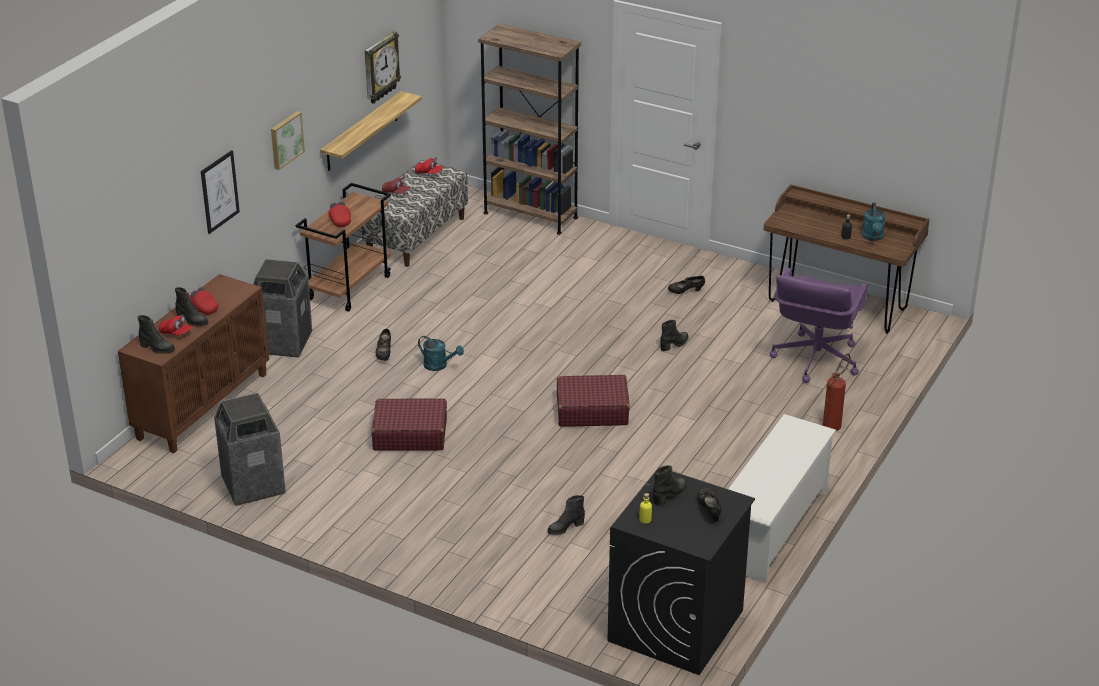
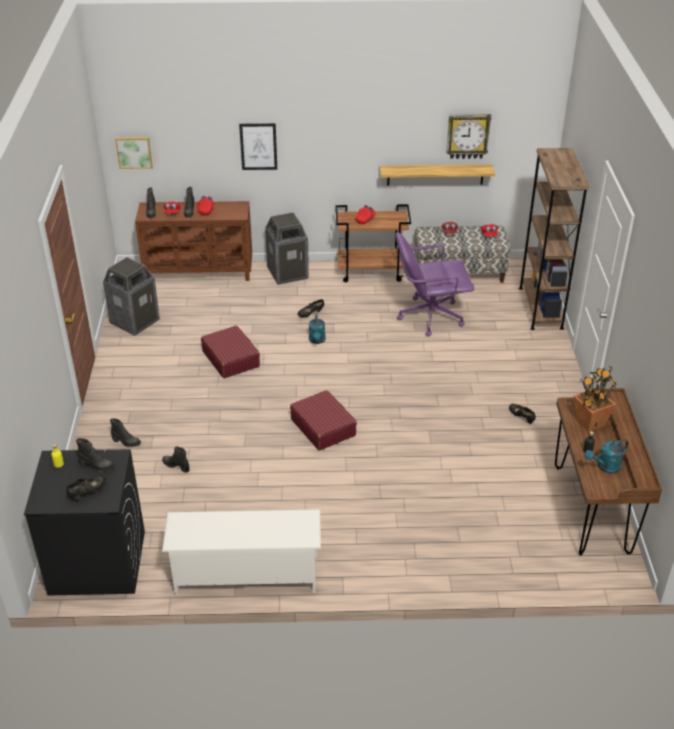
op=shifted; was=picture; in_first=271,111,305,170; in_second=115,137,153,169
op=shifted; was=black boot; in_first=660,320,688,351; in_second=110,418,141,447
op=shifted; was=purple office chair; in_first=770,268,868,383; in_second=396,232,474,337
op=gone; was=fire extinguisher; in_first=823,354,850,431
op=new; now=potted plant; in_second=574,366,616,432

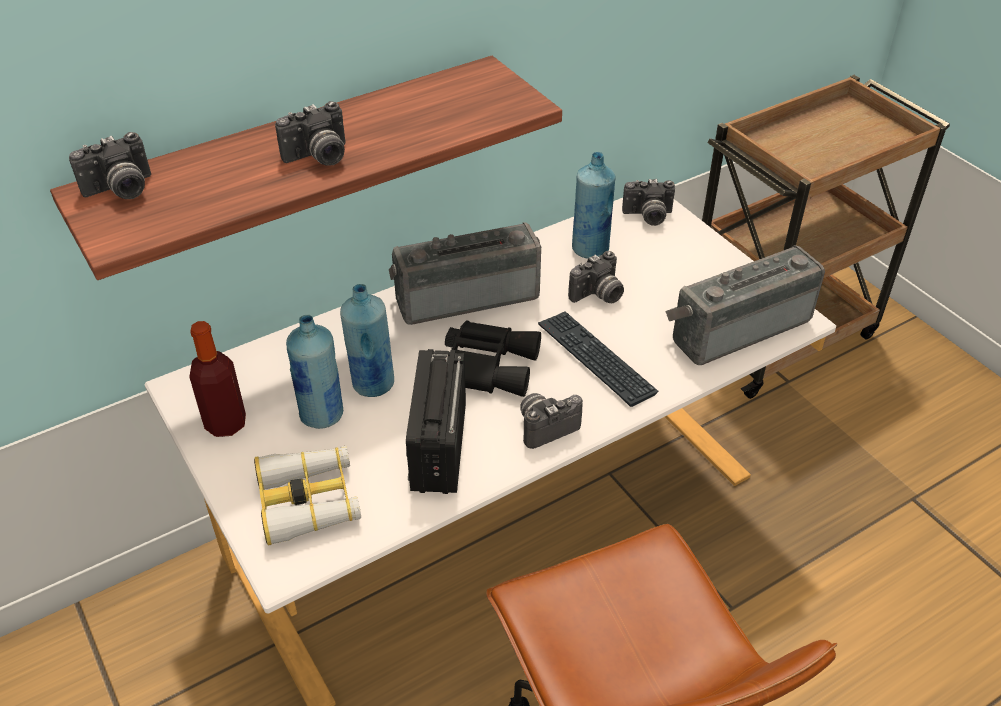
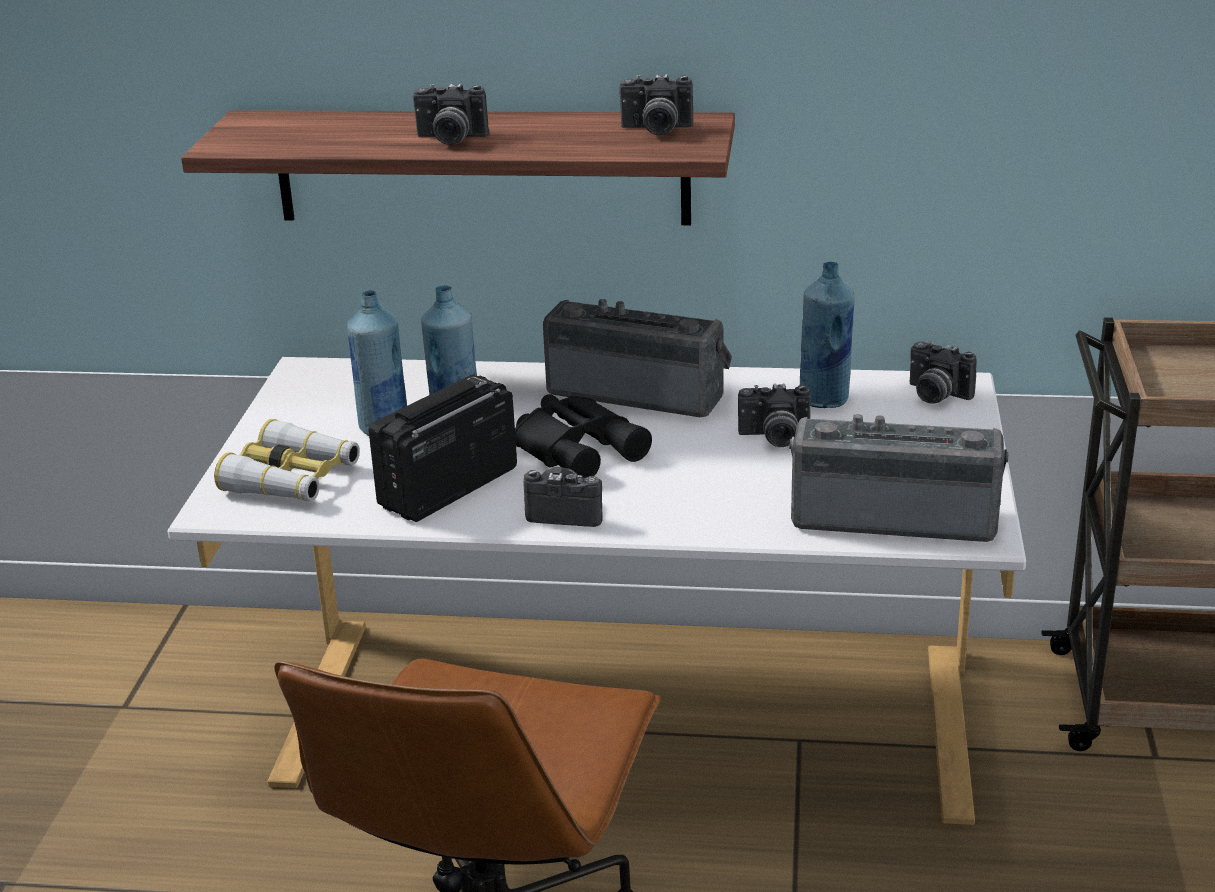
op=shifted; was=photo camera; in_first=69,132,151,199; in_second=619,74,693,135
op=gone; was=bottle; in_first=189,321,246,437
op=gone; was=keyboard; in_first=538,311,658,407

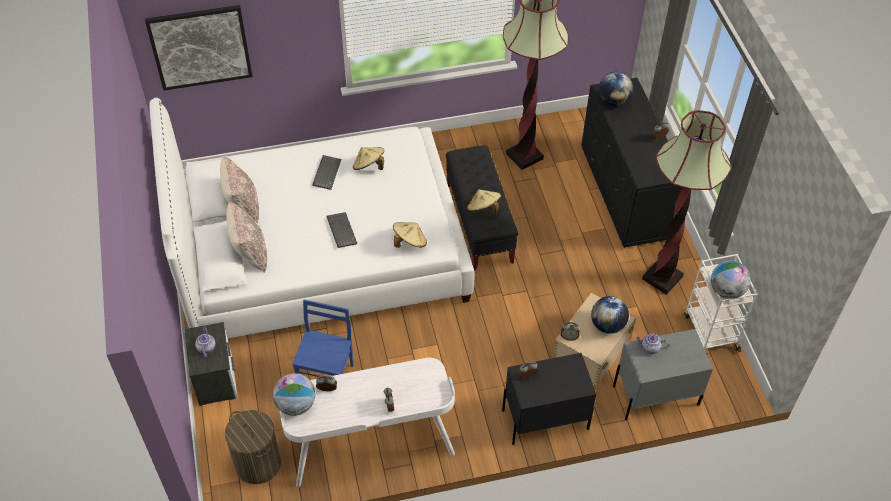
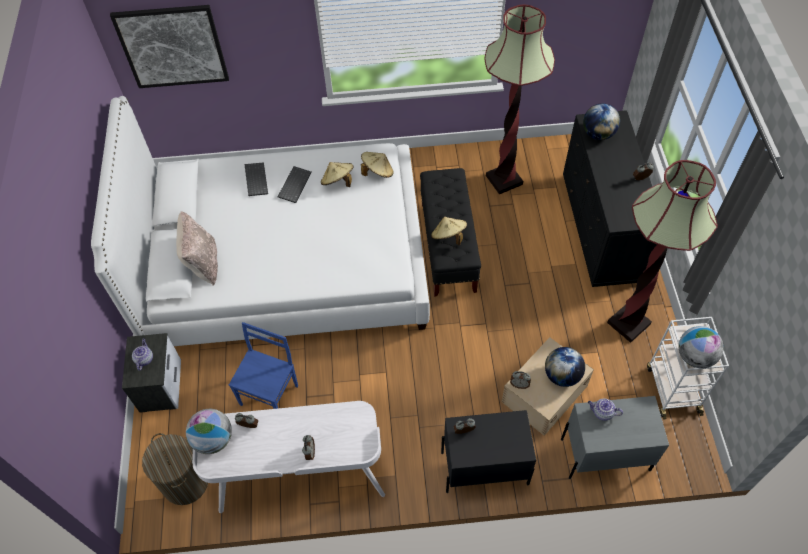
op=gone; was=beige pillow; in_first=220,156,259,223
op=shifted; was=keyboard; in_first=326,212,357,248; in_second=245,162,268,196
op=shifted; was=beige hat; in_first=393,222,427,248; in_second=361,152,394,178

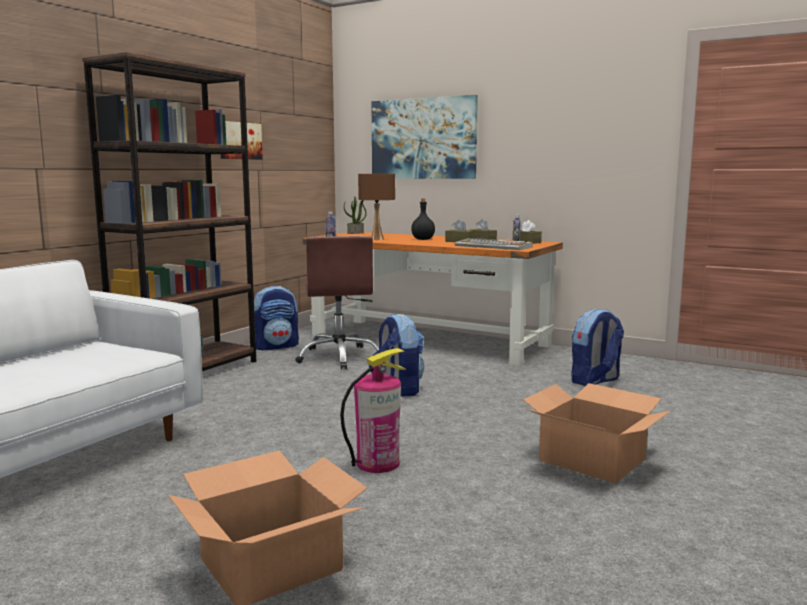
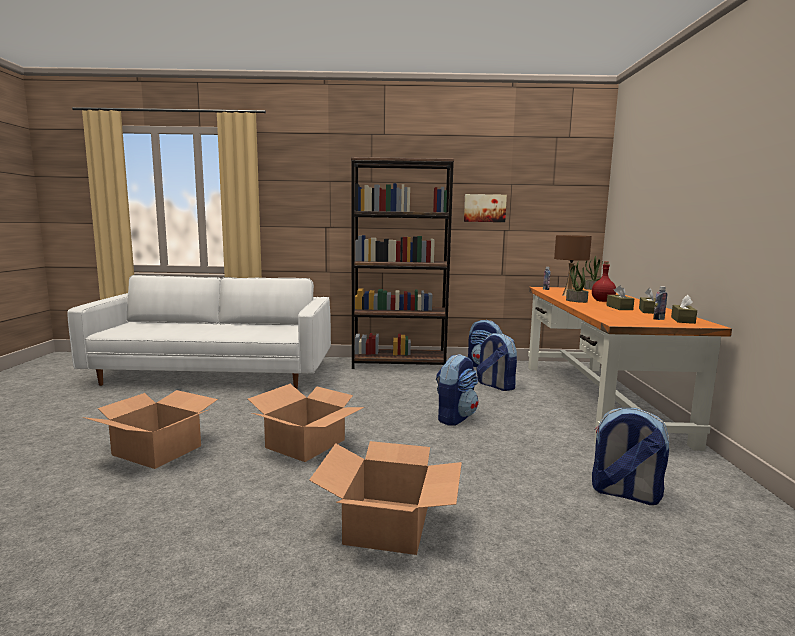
op=swapped; was=brown office chair; now=backpack; in_first=295,236,379,369; in_second=477,333,517,391
op=swapped; was=fire extinguisher; now=cardboard box; in_first=340,348,407,473; in_second=248,384,364,462
op=gone; was=picture; in_first=372,95,478,179
op=repainted; was=black bottle; now=red bottle; in_first=411,199,435,240; in_second=592,261,616,302
op=gone; was=keyboard; in_first=455,238,532,250
op=new; now=potted plant; in_second=566,261,588,303

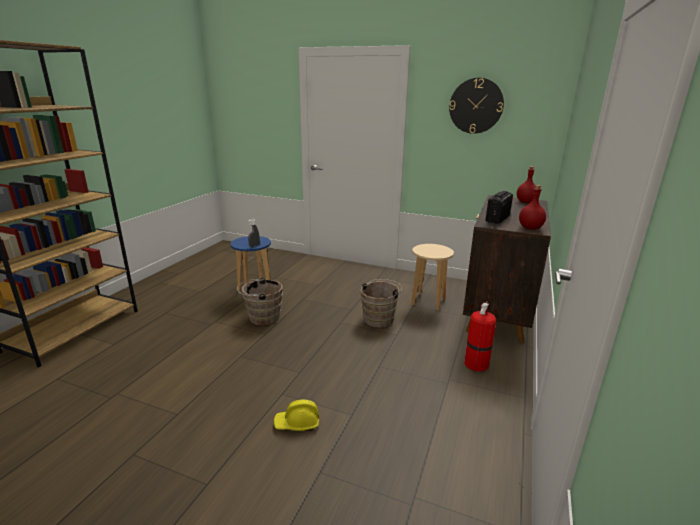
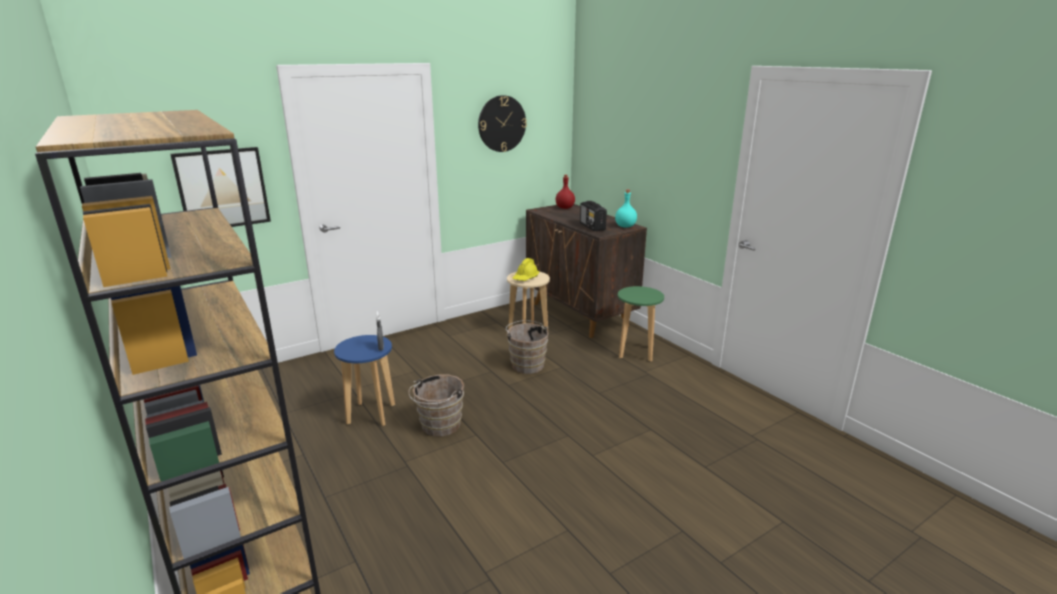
op=shifted; was=yellow hard hat; in_first=274,400,319,431; in_second=512,258,539,281
op=swapped; was=fire extinguisher; now=green stool; in_first=464,301,496,372; in_second=618,286,664,362
op=repainted; was=red bottle; now=turquoise bottle; in_first=519,185,546,230; in_second=615,190,637,228
op=new; now=picture; in_second=170,147,271,227

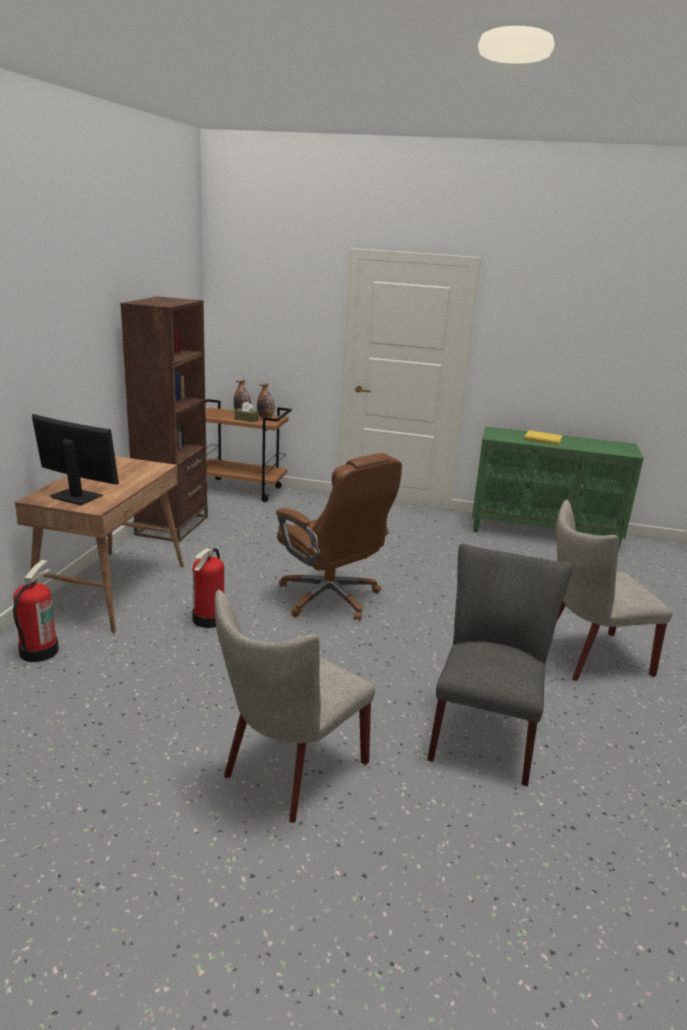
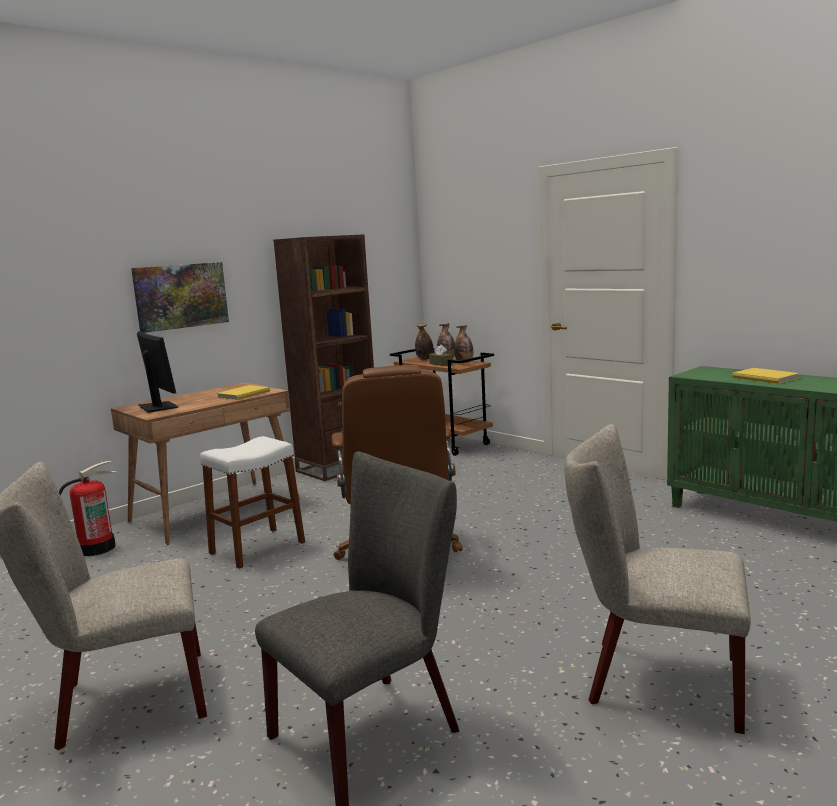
op=swapped; was=fire extinguisher; now=white stool; in_first=192,548,224,628; in_second=200,436,305,569
op=new; now=picture; in_second=131,262,229,333
op=new; now=yellow book; in_second=216,385,270,400
op=new; now=bottle; in_second=415,323,434,360

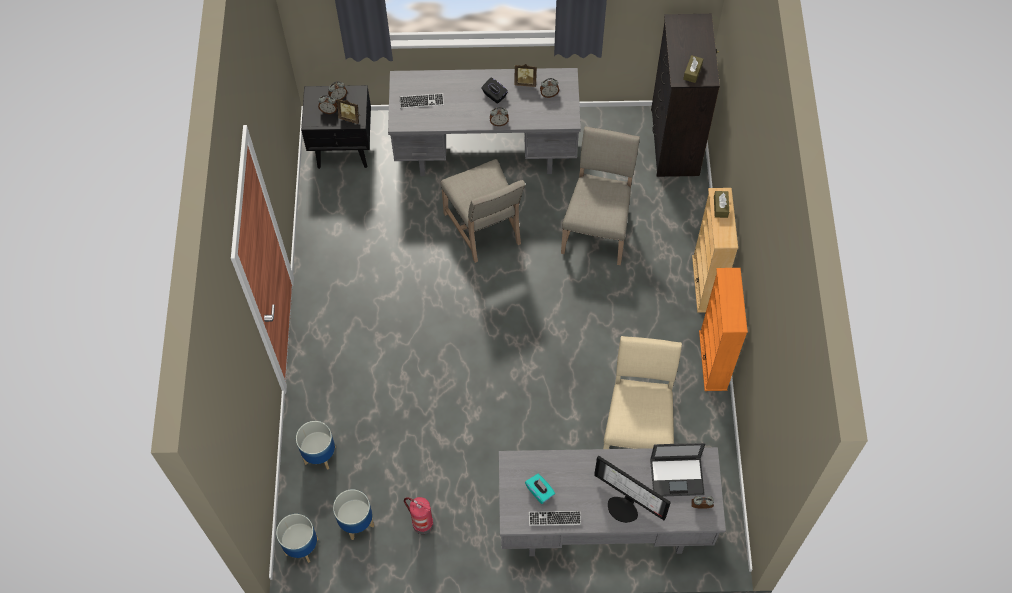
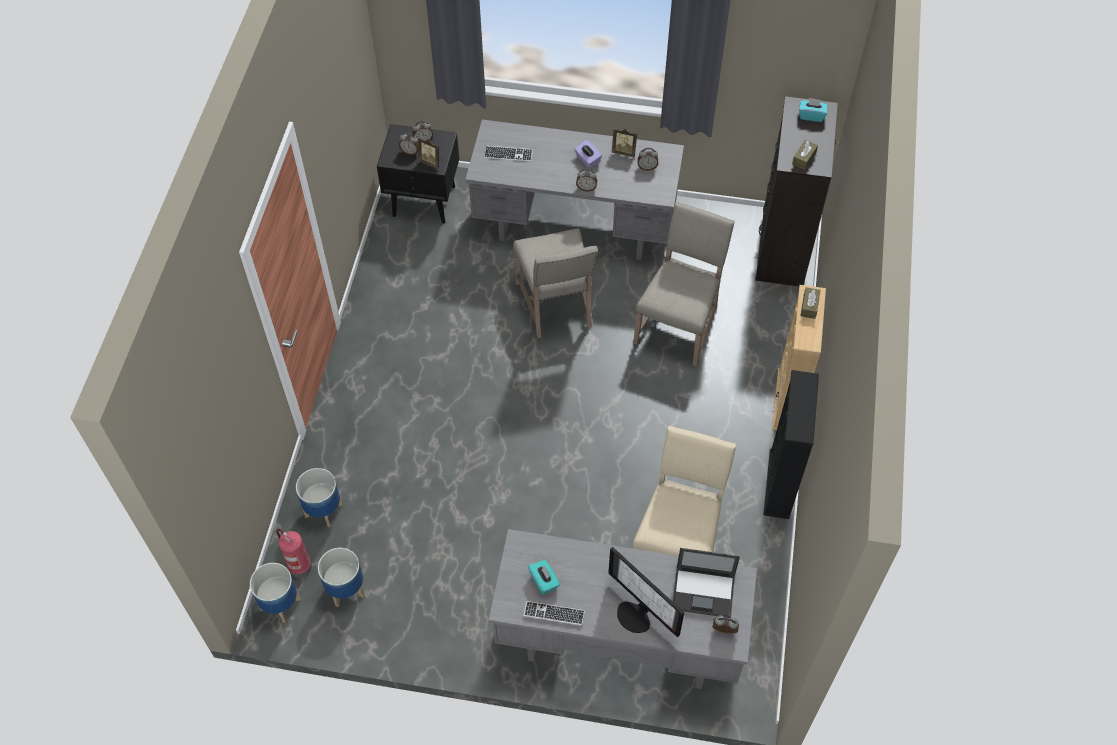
op=shifted; was=fire extinguisher; in_first=404,497,433,534; in_second=277,529,312,578
op=repainted; was=black tissue box; now=purple tissue box; in_first=481,78,508,104; in_second=574,140,602,168
op=repainted; was=orange bookcase; now=black bookcase; in_first=699,268,748,391; in_second=763,370,819,519
op=new; now=turquoise tissue box; in_second=799,98,827,122

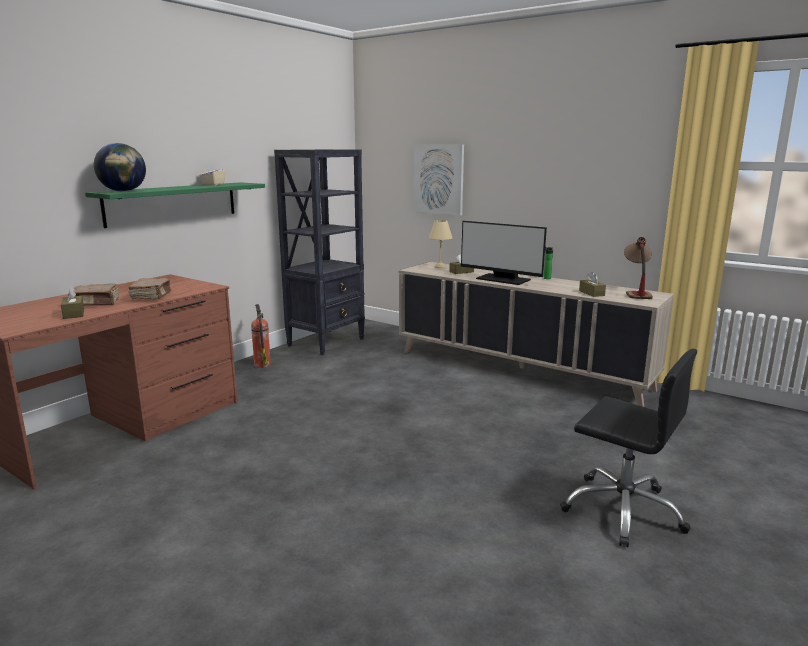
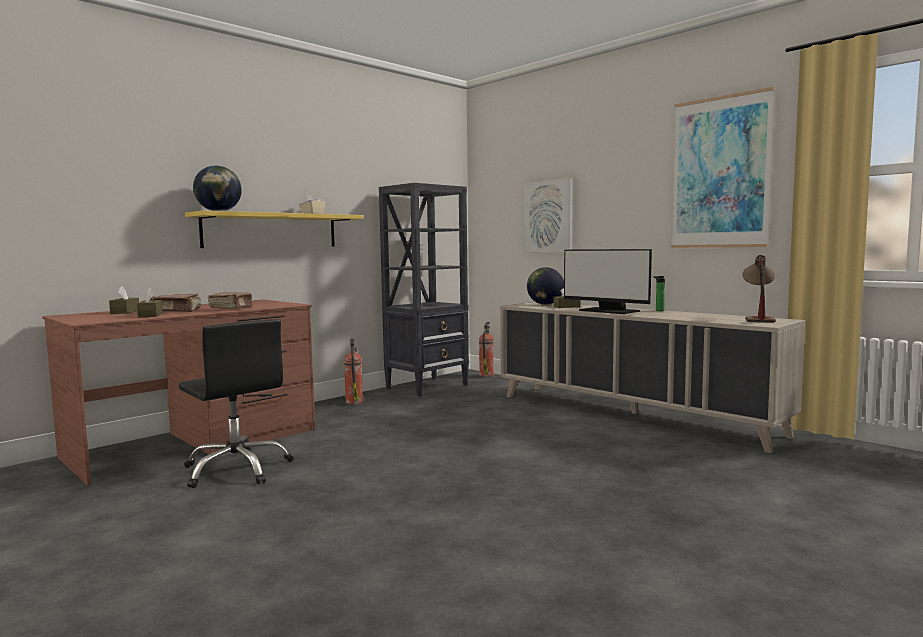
op=repainted; was=green shelf; now=yellow shelf; in_first=85,182,265,228; in_second=185,211,364,248
op=swapped; was=beige table lamp; now=globe; in_first=429,220,452,268; in_second=527,267,564,305
op=shifted; was=black office chair; in_first=560,349,697,547; in_second=179,319,294,488
op=shifted; was=brown tissue box; in_first=579,272,606,297; in_second=109,287,139,314
op=new; now=fire extinguisher; in_second=479,322,494,377
op=new; now=picture; in_second=671,87,775,248

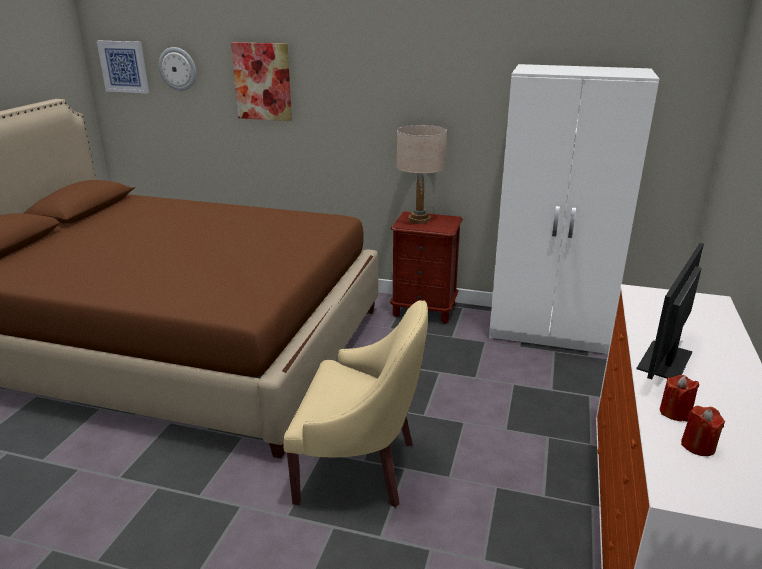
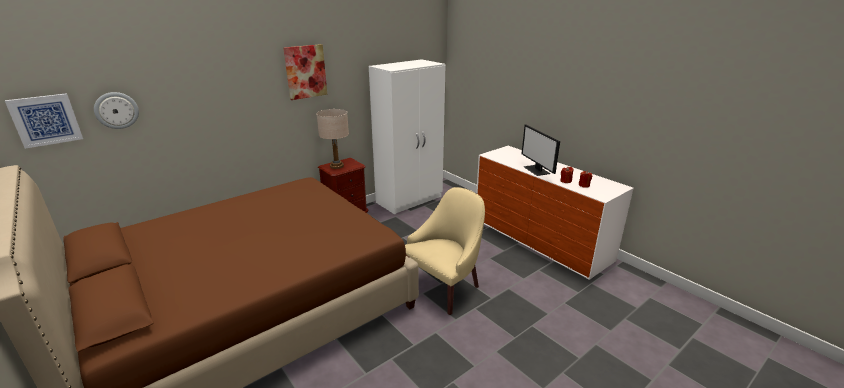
op=shifted; was=picture; in_first=231,42,292,121; in_second=283,44,327,100

